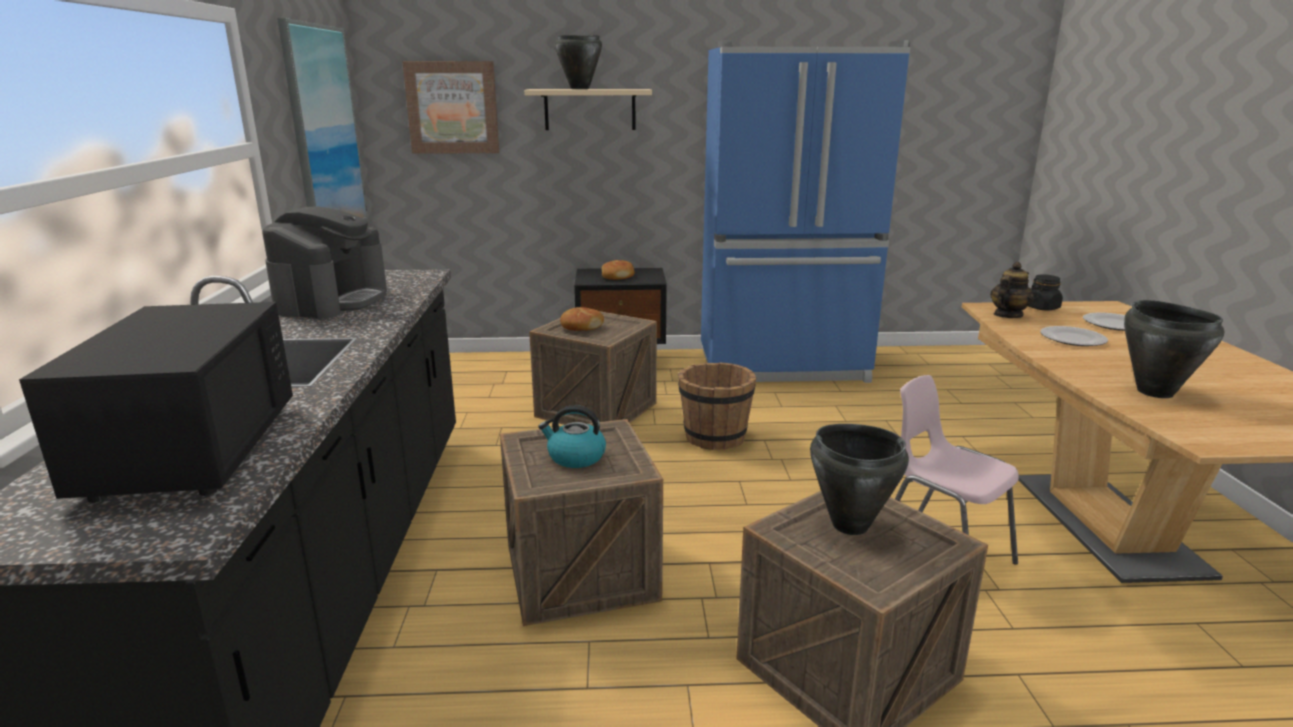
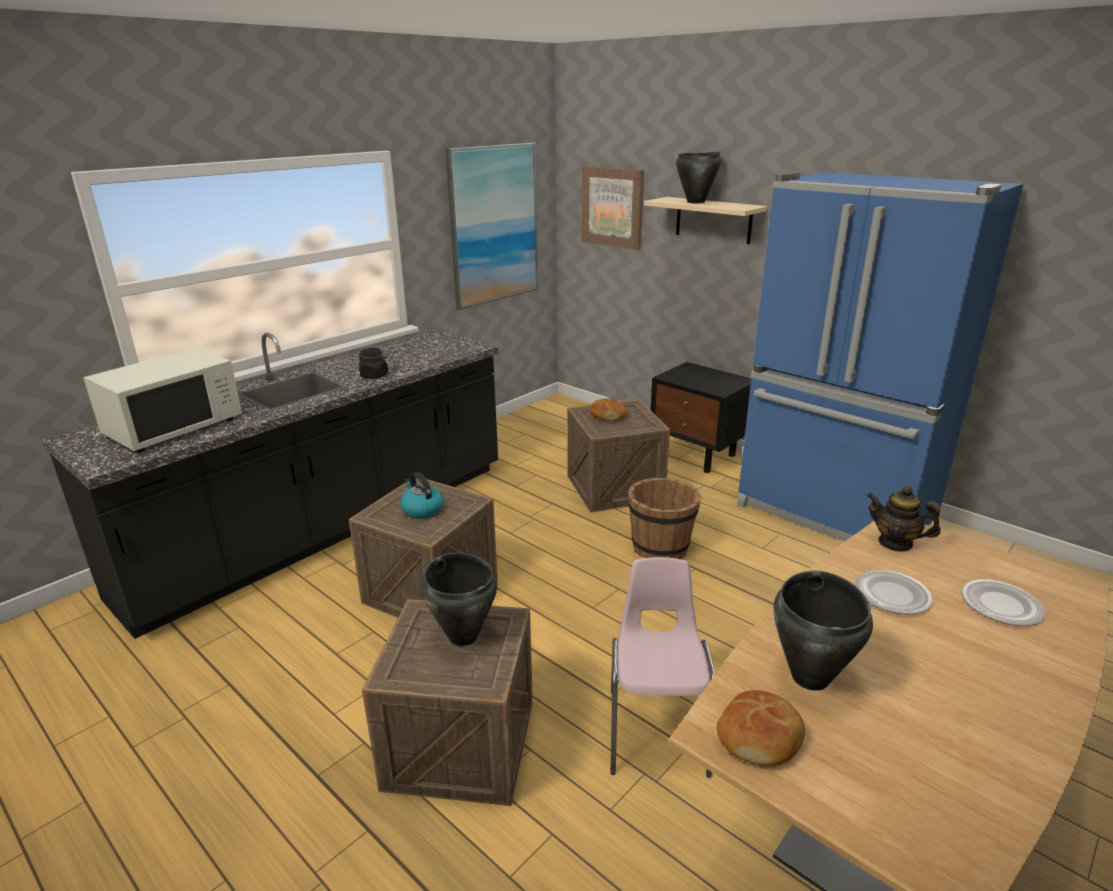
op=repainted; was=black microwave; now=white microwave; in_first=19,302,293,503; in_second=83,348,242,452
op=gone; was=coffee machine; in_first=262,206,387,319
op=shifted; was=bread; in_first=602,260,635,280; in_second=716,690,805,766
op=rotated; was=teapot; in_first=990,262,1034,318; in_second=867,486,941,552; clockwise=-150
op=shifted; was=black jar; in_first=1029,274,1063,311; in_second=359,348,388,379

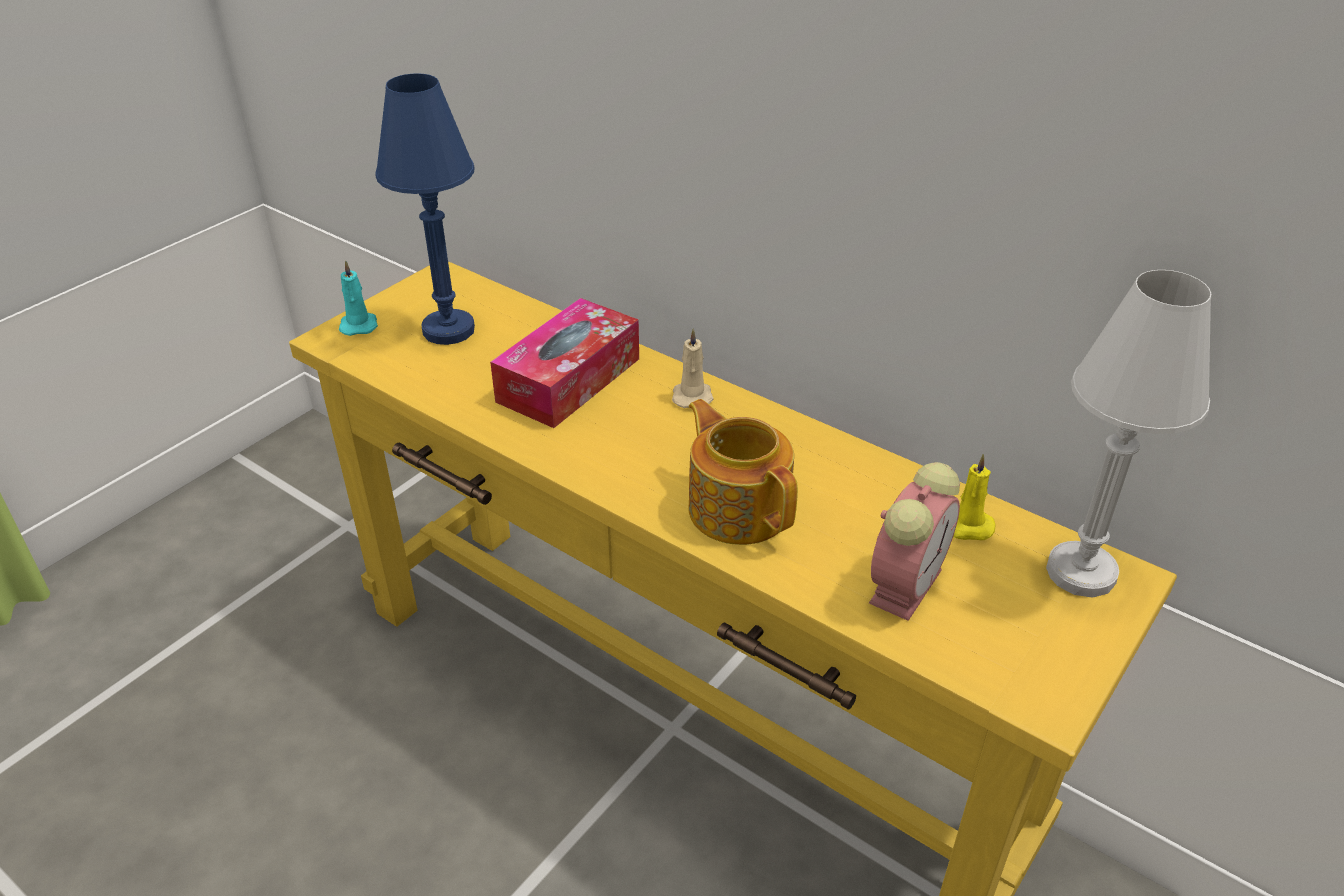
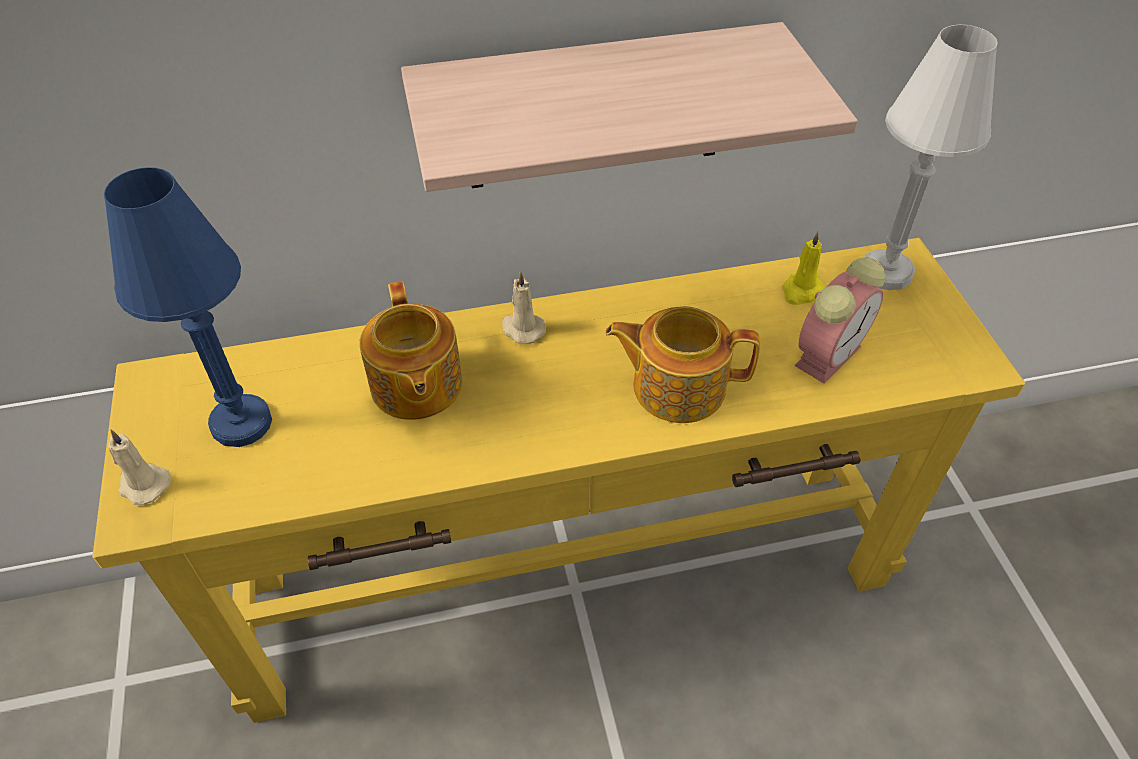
op=repainted; was=turquoise candle; now=beige candle; in_first=339,260,378,336; in_second=108,429,171,505
op=swapped; was=tissue box; now=teapot; in_first=490,298,639,428; in_second=359,281,463,420
op=rotated; was=alarm clock; in_first=869,462,960,621; in_second=795,257,886,384; clockwise=60
op=new; now=shelf; in_second=401,22,858,192

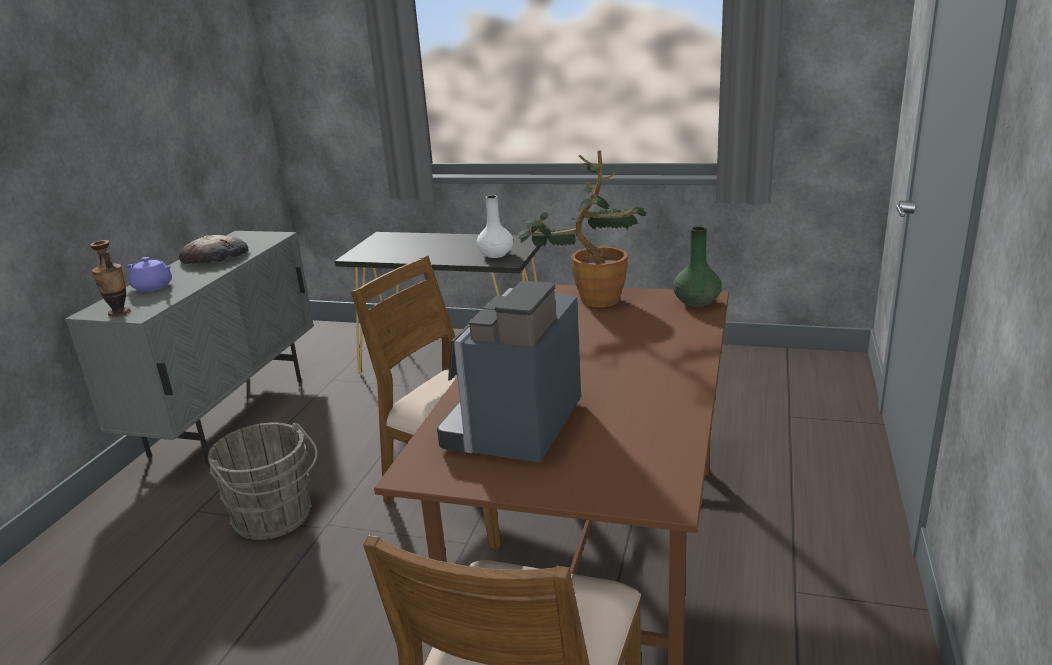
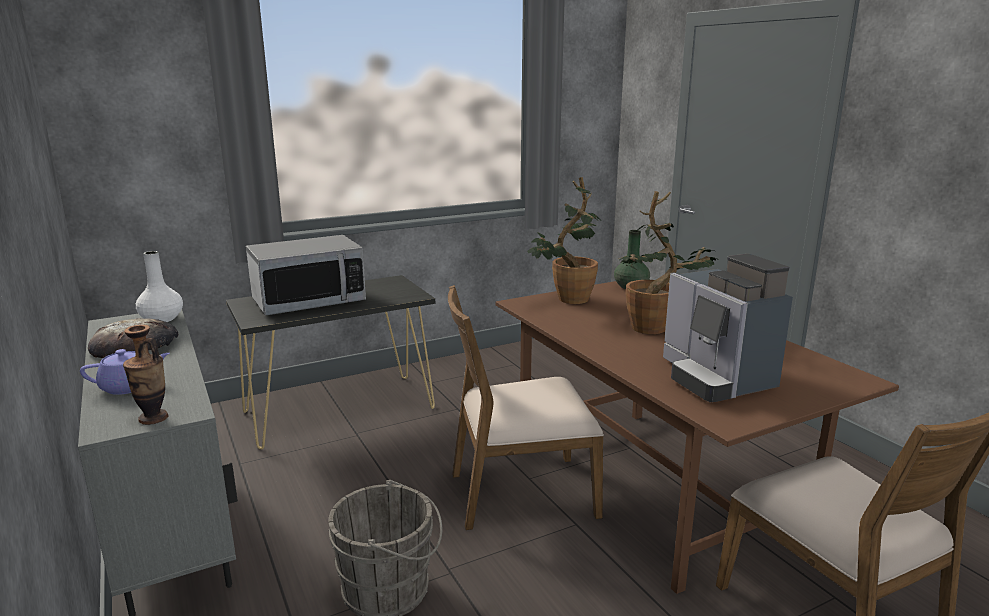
op=shifted; was=white vase; in_first=477,195,514,258; in_second=136,251,183,322
op=new; now=microwave; in_second=246,235,366,315
op=new; now=potted plant; in_second=618,191,719,334

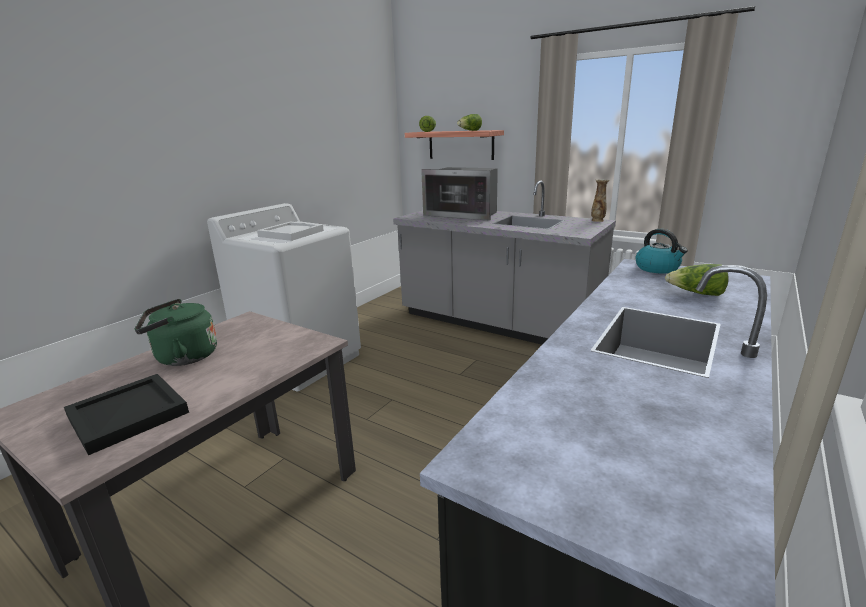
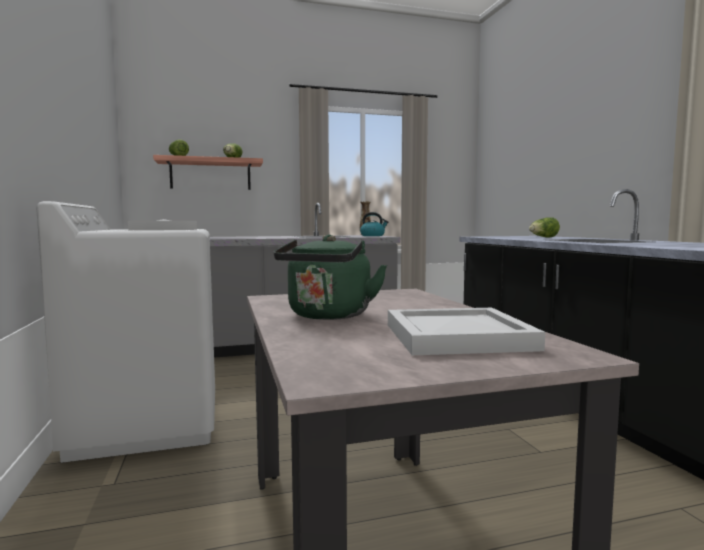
op=repainted; was=black tray; now=white tray; in_first=64,374,189,455; in_second=388,308,545,355
op=gone; was=microwave; in_first=421,167,498,221
op=shifted; was=kettle; in_first=636,229,688,273; in_second=360,212,388,236

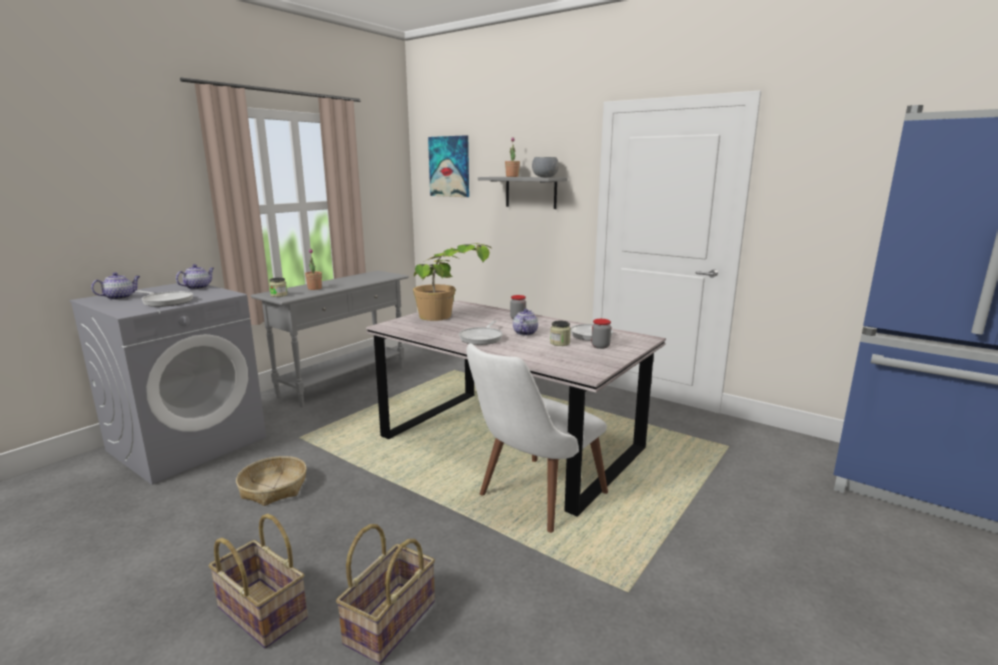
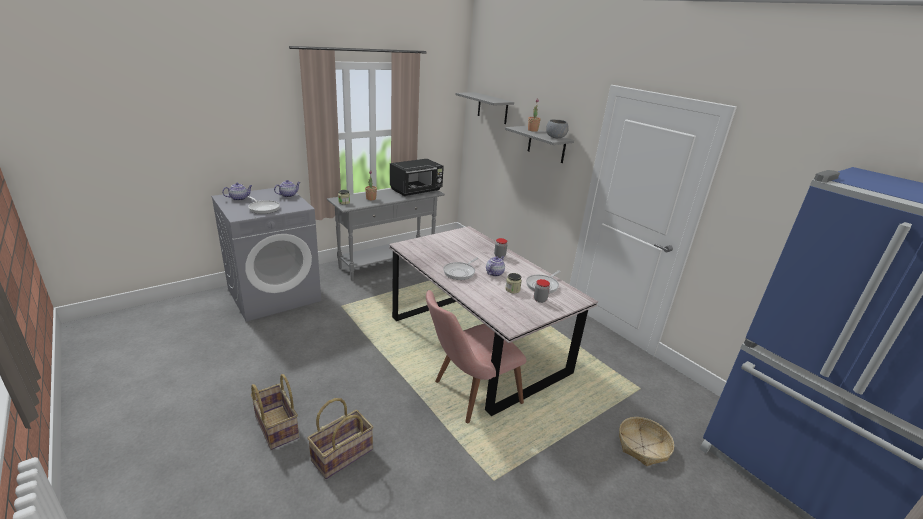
op=shifted; was=basket; in_first=236,456,307,506; in_second=619,417,674,466
op=gone; was=potted plant; in_first=413,243,492,321
op=swapped; was=picture; now=grey shelf; in_first=428,135,469,197; in_second=456,92,514,124
op=repainted; was=white chair; now=pink chair; in_first=466,343,608,533; in_second=426,290,527,423
op=new; now=black microwave; in_second=390,159,444,196

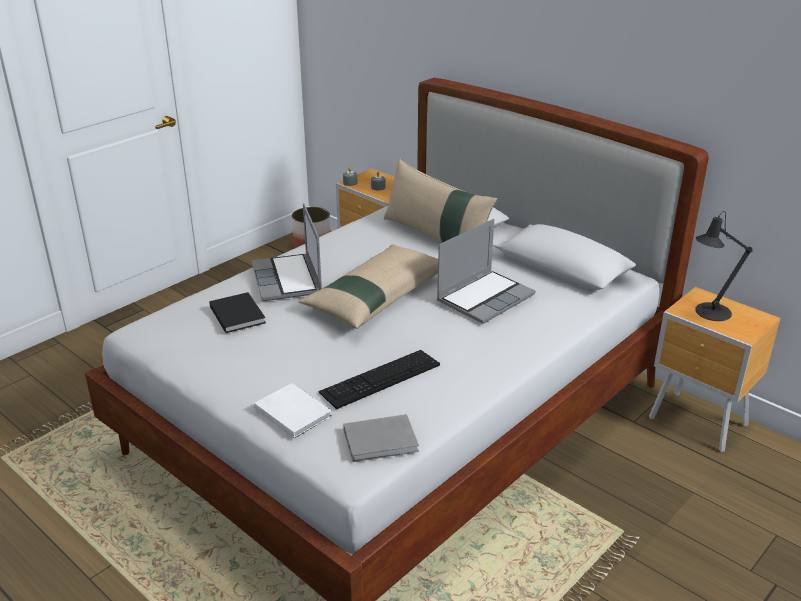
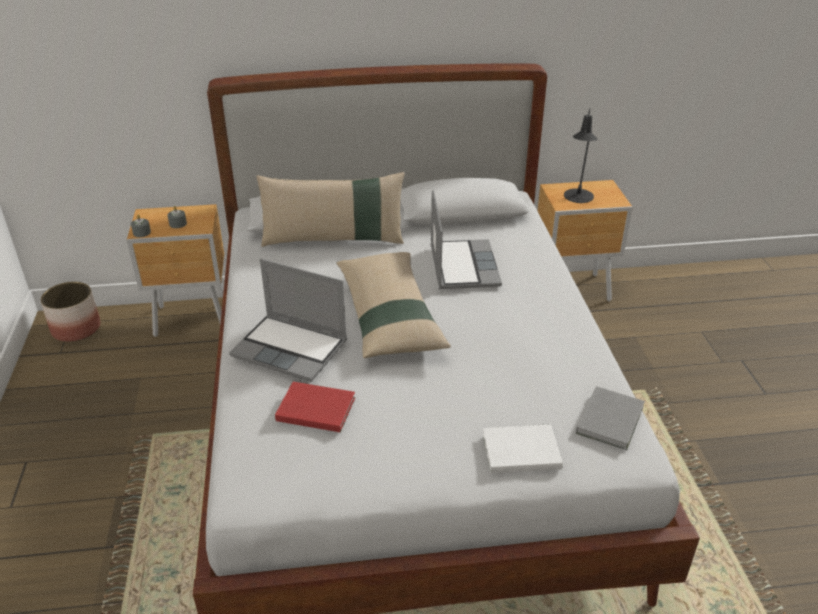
op=repainted; was=black book; now=red book; in_first=209,292,266,333; in_second=275,382,355,432
op=gone; was=keyboard; in_first=318,350,440,409

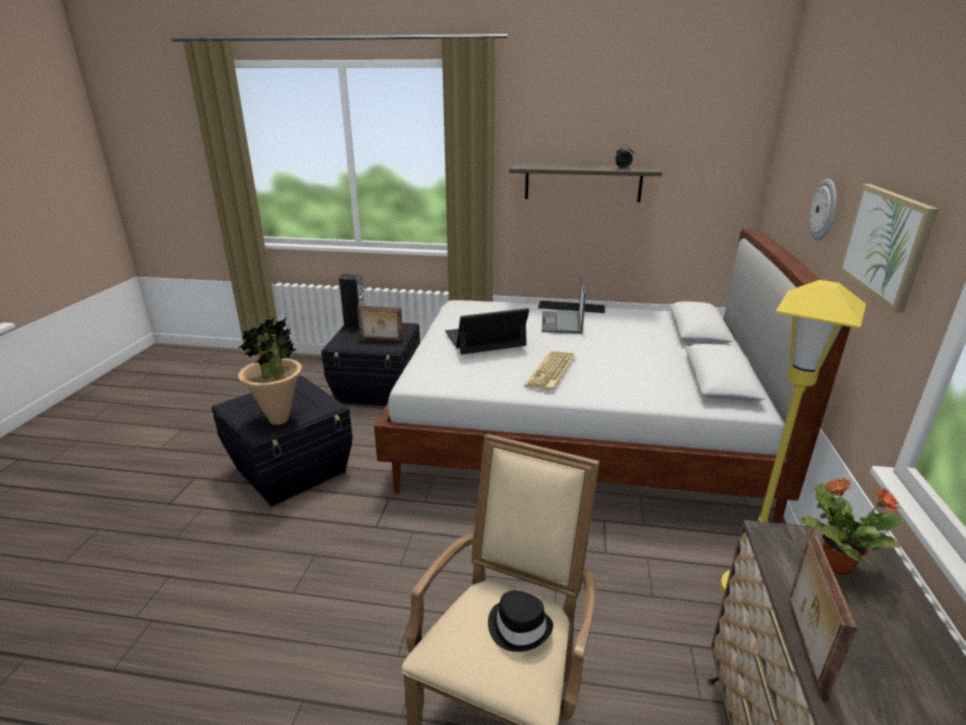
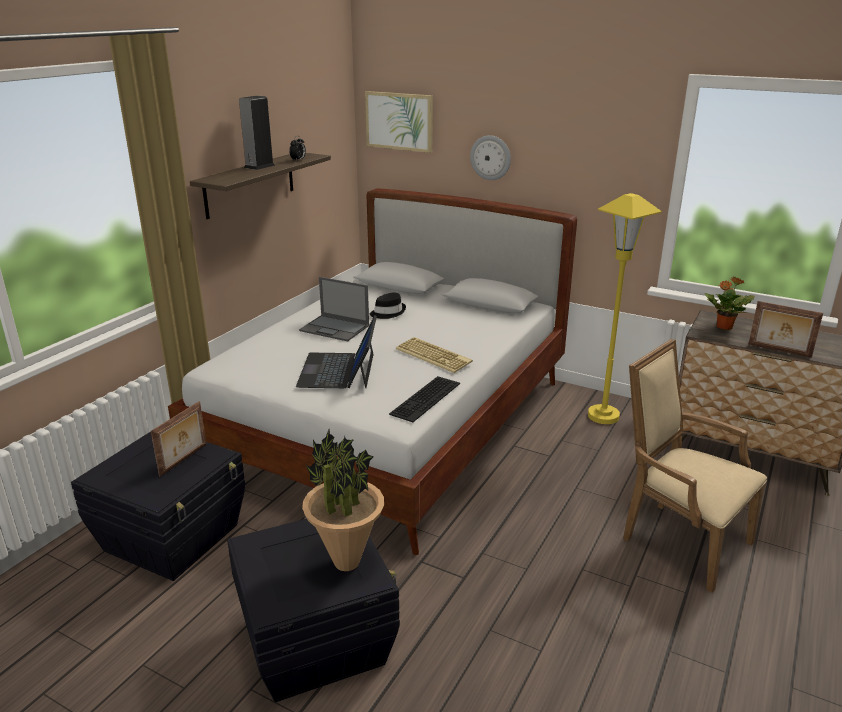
op=shifted; was=speaker; in_first=339,274,364,330; in_second=239,96,275,170
op=shifted; was=black hat; in_first=488,590,553,652; in_second=370,292,406,319
op=shifted; was=keyboard; in_first=538,301,605,313; in_second=389,376,460,422
op=shifted; was=picture; in_first=839,184,939,312; in_second=365,91,433,153

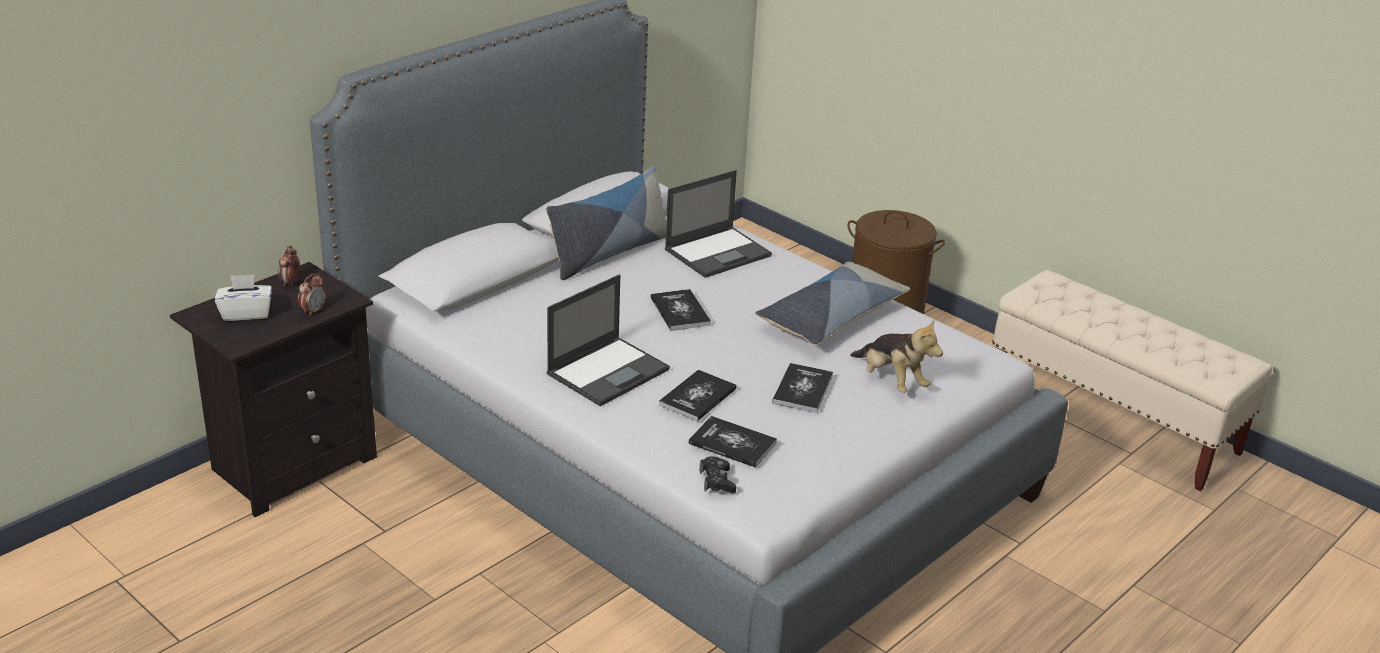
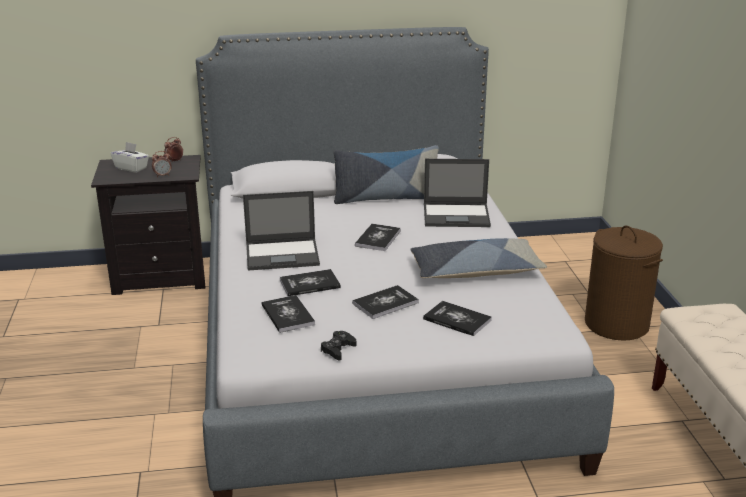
op=shifted; was=black game controller; in_first=699,457,736,493; in_second=321,331,356,360
op=swapped; was=plush toy; now=book; in_first=850,320,943,393; in_second=423,301,492,336

